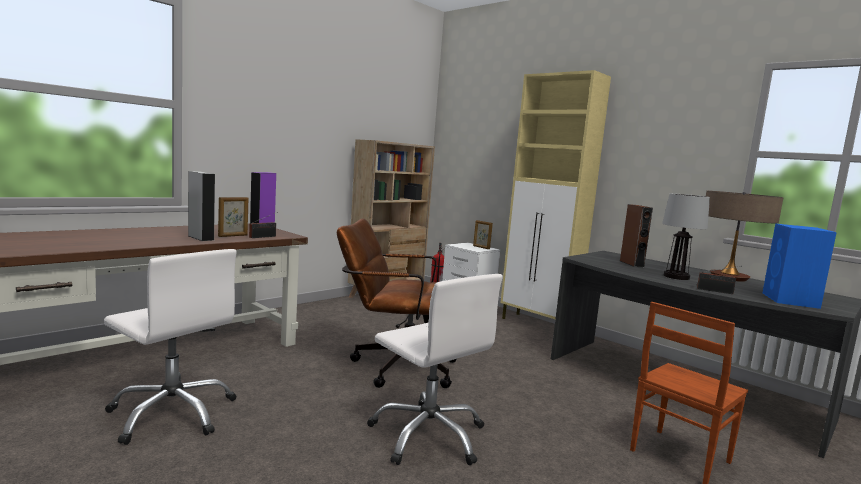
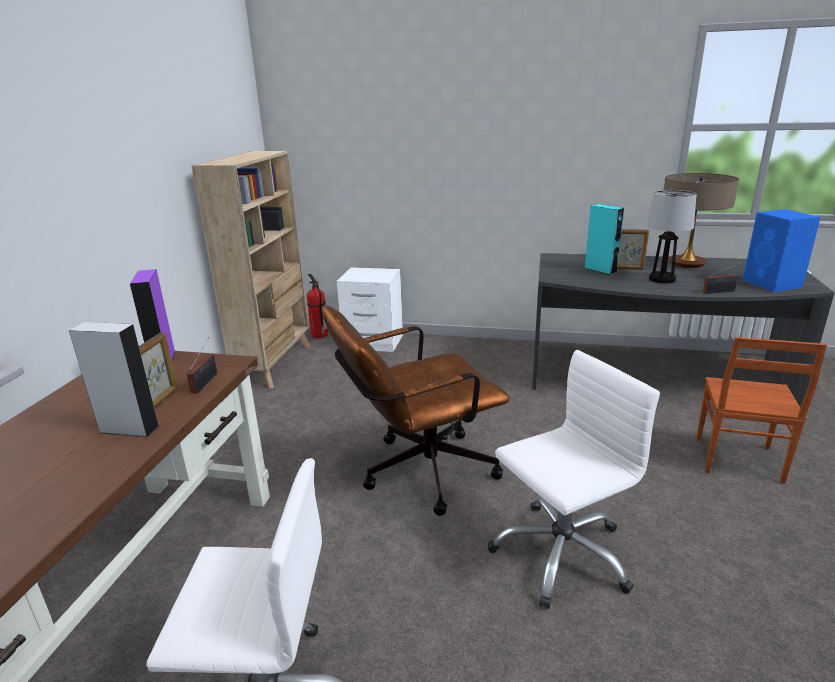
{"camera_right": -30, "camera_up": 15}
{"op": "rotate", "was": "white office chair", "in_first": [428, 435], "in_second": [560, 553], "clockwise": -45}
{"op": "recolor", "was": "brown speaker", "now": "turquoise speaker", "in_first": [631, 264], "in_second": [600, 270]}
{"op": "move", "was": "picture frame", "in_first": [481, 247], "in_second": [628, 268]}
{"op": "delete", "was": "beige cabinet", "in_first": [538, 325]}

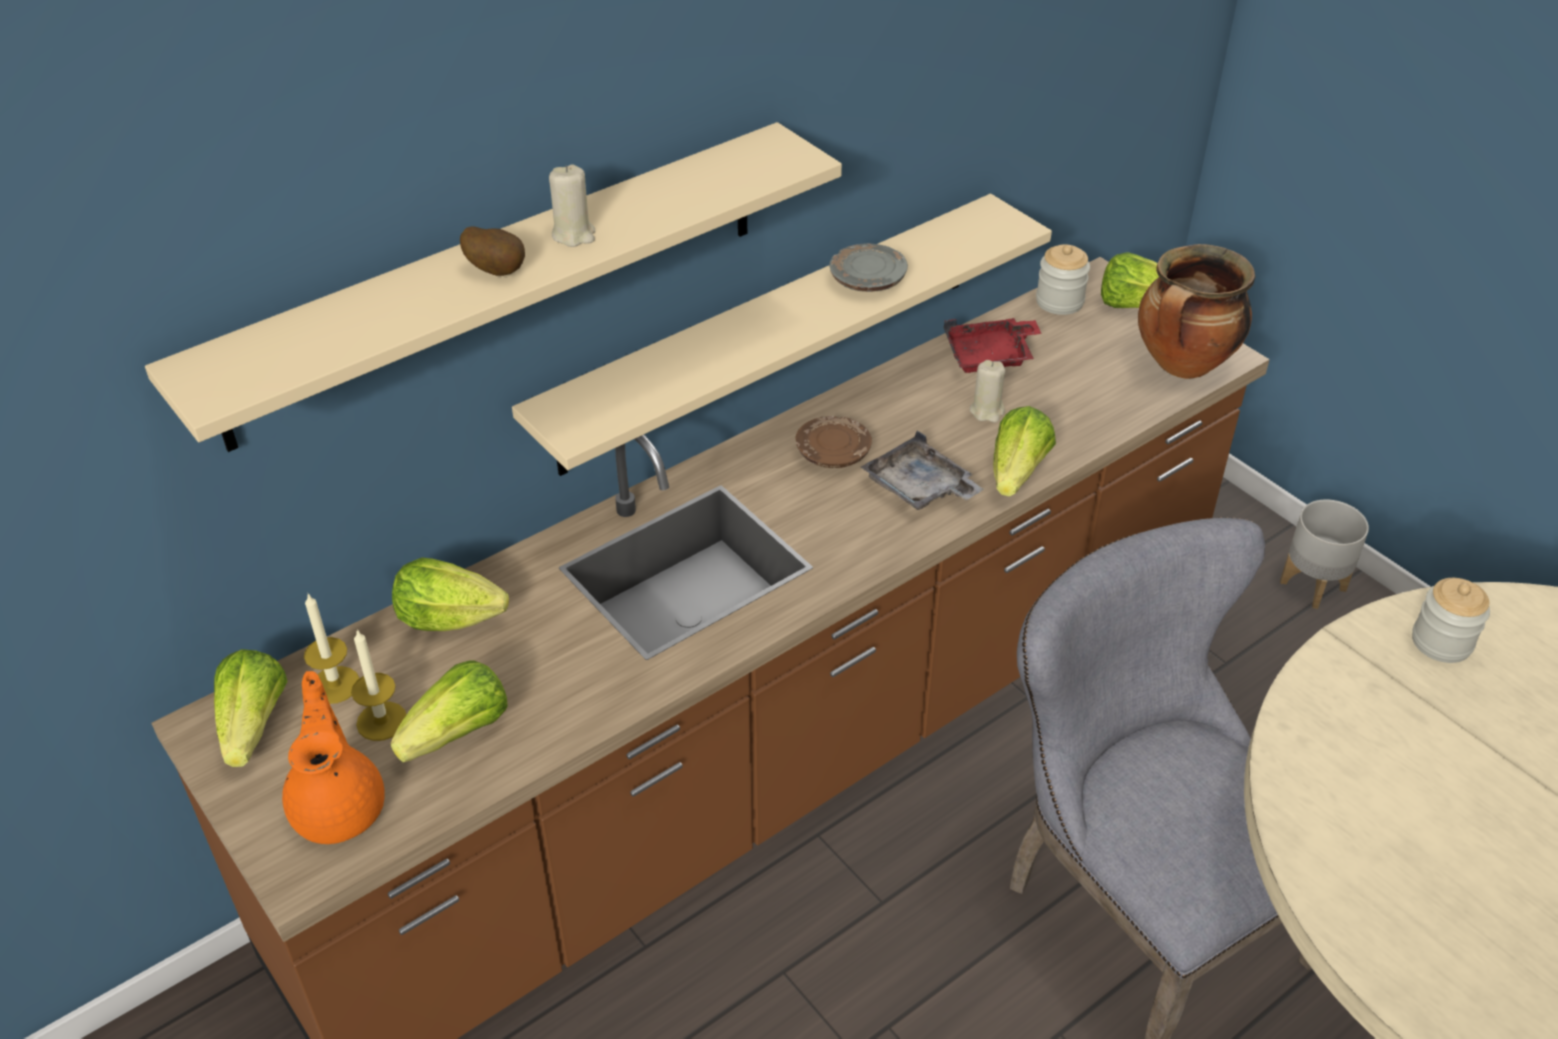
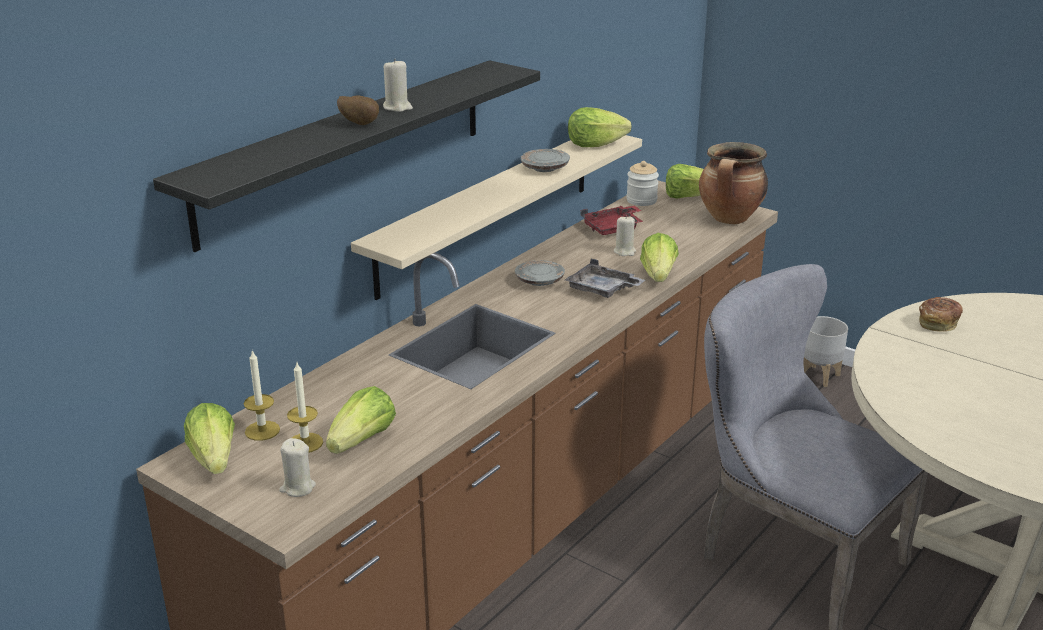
{"camera_right": -15, "camera_up": -15}
{"op": "recolor", "was": "beige shelf", "now": "black shelf", "in_first": [500, 282], "in_second": [347, 149]}
{"op": "replace", "was": "orange teapot", "now": "beige candle", "in_first": [340, 806], "in_second": [297, 488]}
{"op": "recolor", "was": "brown plate", "now": "grey plate", "in_first": [832, 453], "in_second": [539, 281]}
{"op": "move", "was": "lettuce", "in_first": [449, 618], "in_second": [594, 145]}
{"op": "replace", "was": "jar", "now": "bread", "in_first": [1441, 642], "in_second": [938, 324]}

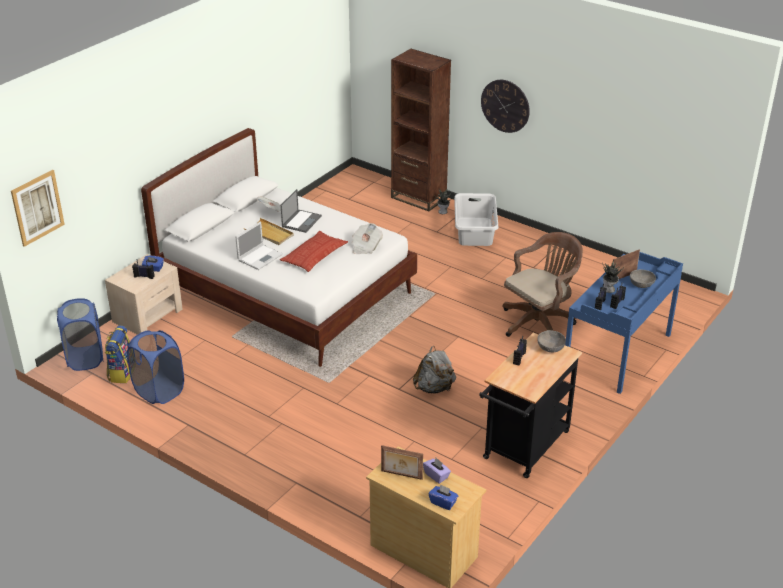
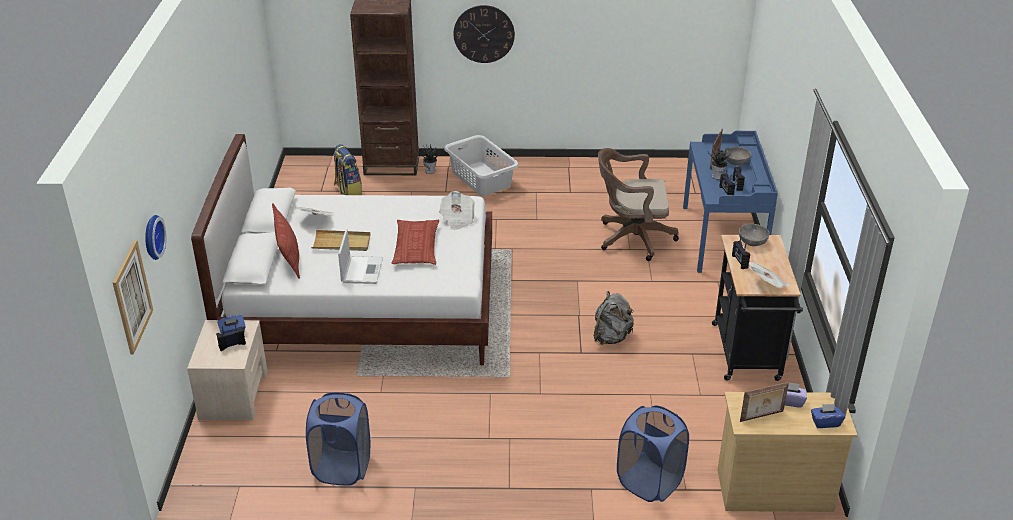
{"camera_right": -35, "camera_up": 0}
{"op": "insert", "now": "wall clock", "in_second": [151, 237]}
{"op": "insert", "now": "pillow", "in_second": [289, 257]}
{"op": "move", "was": "backpack", "in_first": [121, 372], "in_second": [347, 190]}
{"op": "rotate", "was": "brown office chair", "in_first": [540, 322], "in_second": [631, 238], "clockwise": -105}
{"op": "move", "was": "blue laundry basket", "in_first": [85, 358], "in_second": [649, 482]}
{"op": "insert", "now": "newspaper", "in_second": [767, 285]}
{"op": "delete", "was": "laptop", "in_first": [301, 221]}

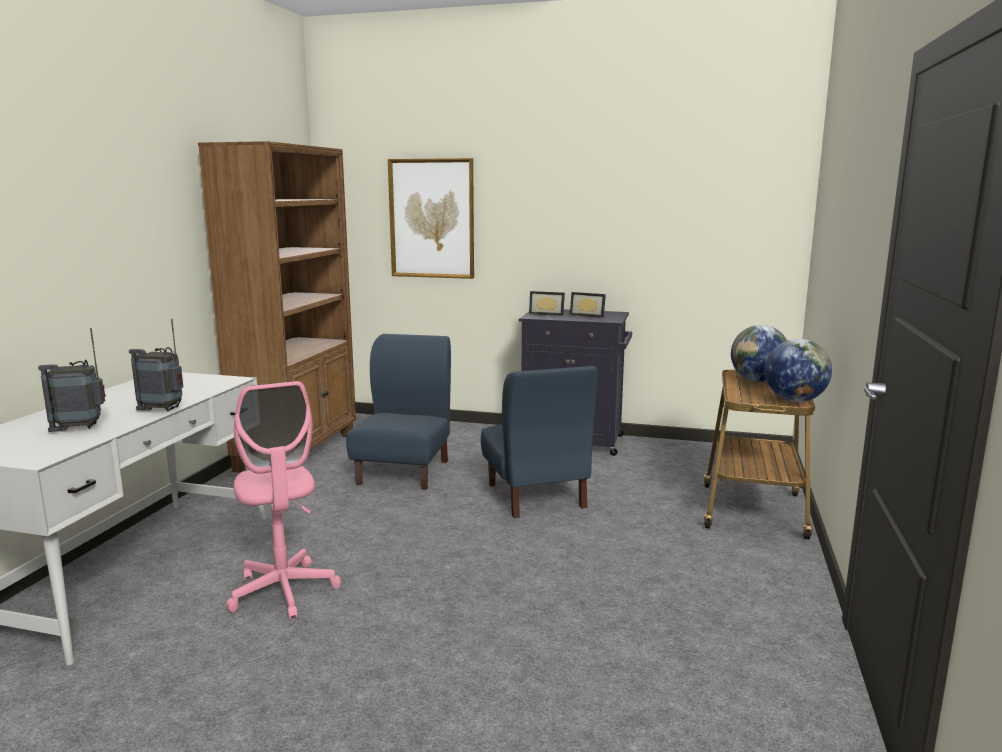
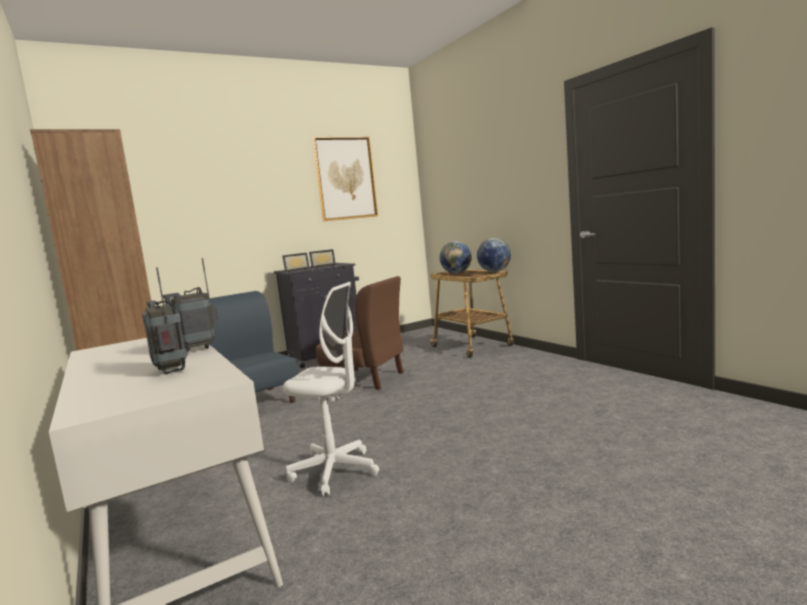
{"camera_right": -45, "camera_up": -5}
{"op": "rotate", "was": "radio", "in_first": [80, 428], "in_second": [171, 371], "clockwise": 120}
{"op": "recolor", "was": "pink office chair", "now": "white office chair", "in_first": [283, 592], "in_second": [335, 471]}
{"op": "move", "was": "picture", "in_first": [432, 218], "in_second": [345, 178]}
{"op": "recolor", "was": "blue chair", "now": "brown chair", "in_first": [536, 496], "in_second": [366, 379]}

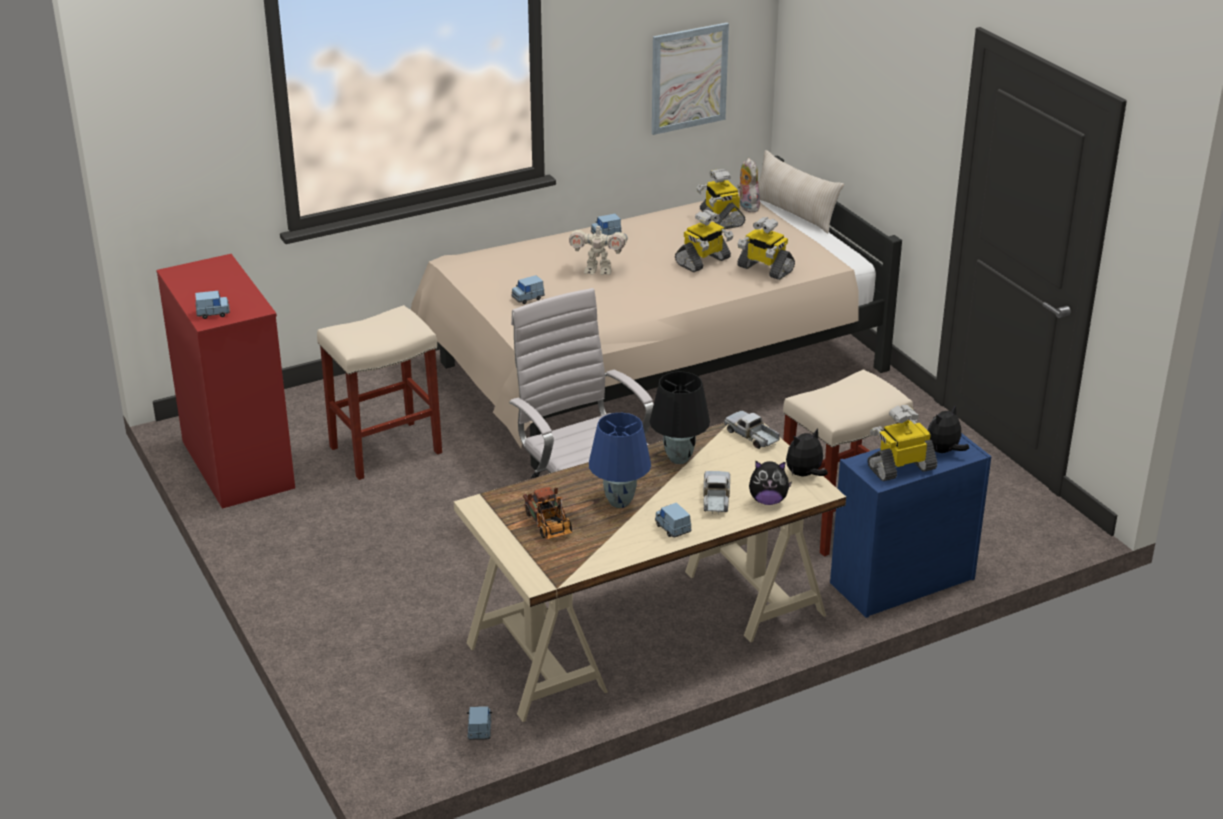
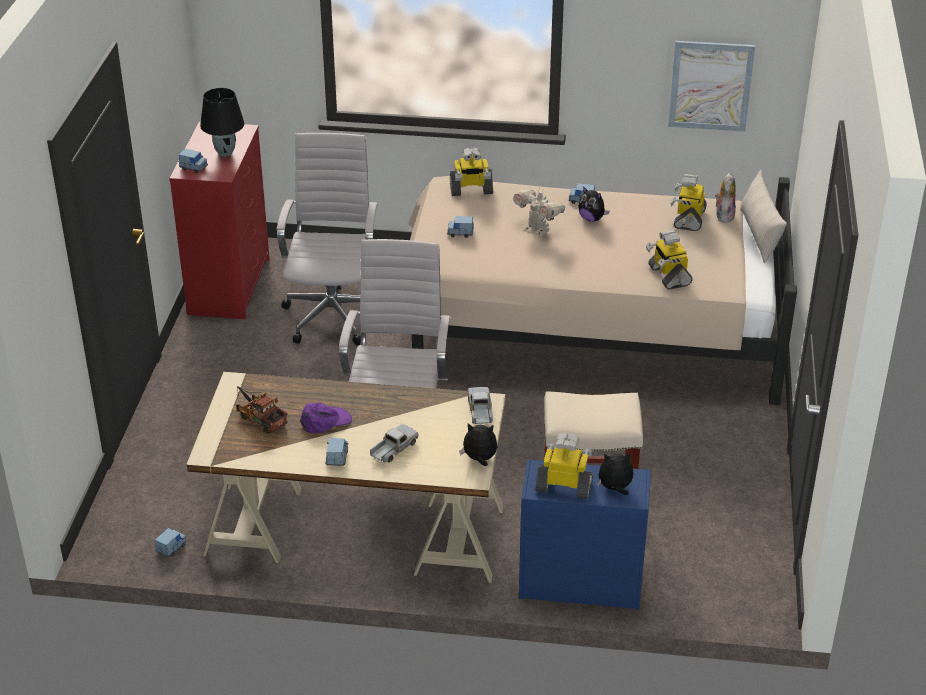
{"camera_right": 35, "camera_up": 5}
{"op": "move", "was": "black table lamp", "in_first": [678, 458], "in_second": [225, 152]}
{"op": "rotate", "was": "toy truck", "in_first": [549, 526], "in_second": [259, 418], "clockwise": 120}
{"op": "replace", "was": "beige stool", "now": "white office chair", "in_first": [386, 449], "in_second": [333, 314]}
{"op": "replace", "was": "blue table lamp", "now": "purple cap", "in_first": [619, 502], "in_second": [325, 421]}
{"op": "move", "was": "toy robot", "in_first": [703, 261], "in_second": [471, 190]}
{"op": "move", "was": "plush toy", "in_first": [768, 501], "in_second": [591, 219]}

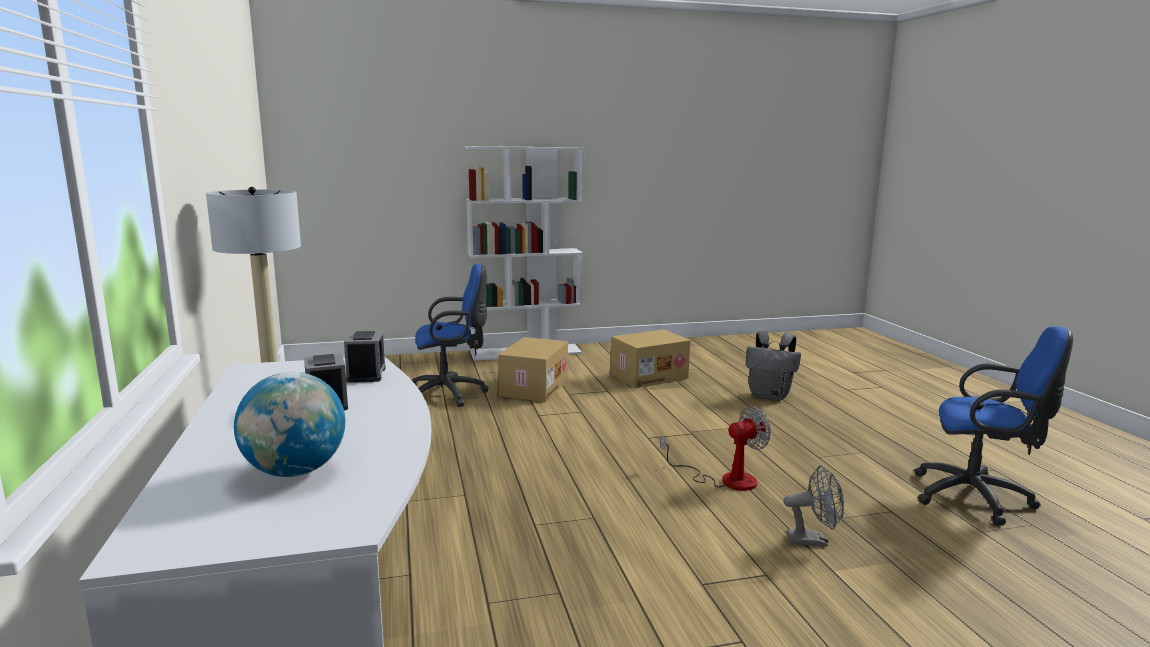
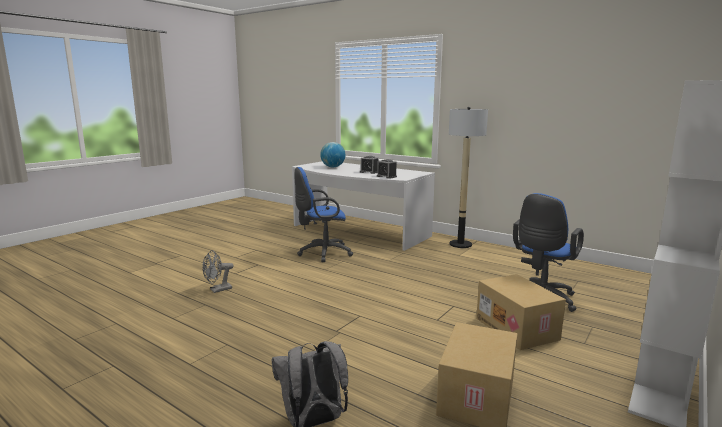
{"camera_right": 140, "camera_up": 0}
{"op": "move", "was": "blue office chair", "in_first": [978, 498], "in_second": [322, 253]}
{"op": "delete", "was": "fan", "in_first": [725, 479]}

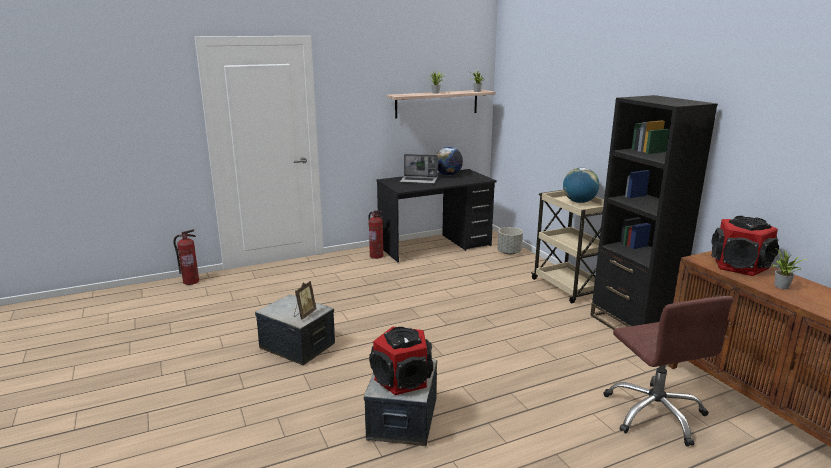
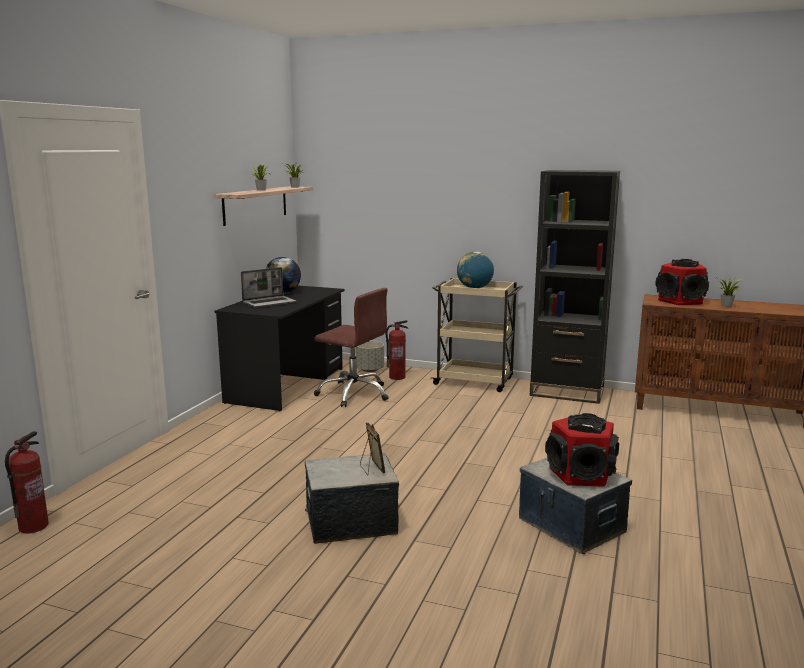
{"camera_right": -45, "camera_up": -5}
{"op": "move", "was": "brown office chair", "in_first": [655, 413], "in_second": [354, 393]}
{"op": "move", "was": "fire extinguisher", "in_first": [376, 256], "in_second": [397, 377]}

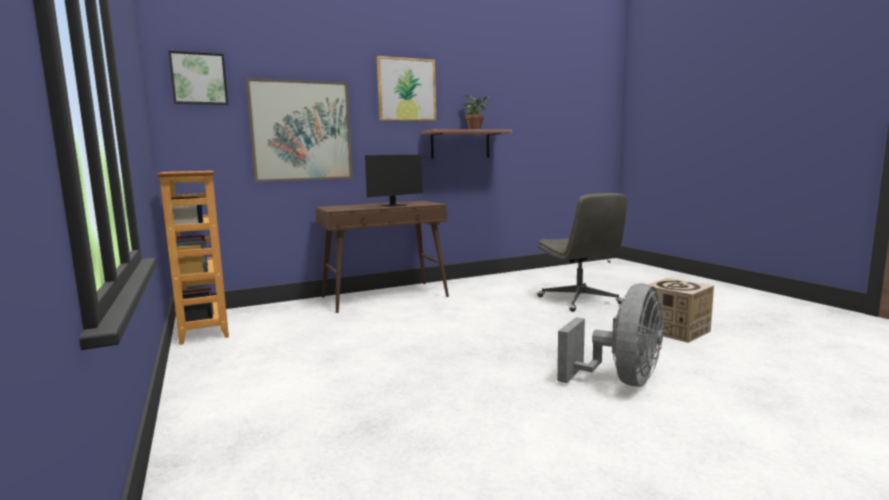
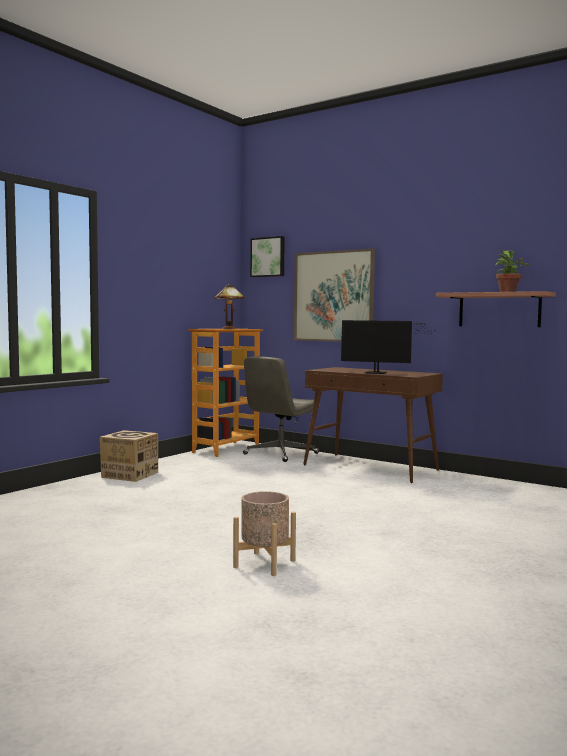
{"camera_right": 60, "camera_up": -5}
{"op": "move", "was": "cardboard box", "in_first": [675, 331], "in_second": [129, 475]}
{"op": "insert", "now": "table lamp", "in_second": [230, 328]}
{"op": "replace", "was": "grey fan", "now": "beige planter", "in_first": [621, 381], "in_second": [264, 563]}
{"op": "move", "was": "grey office chair", "in_first": [580, 300], "in_second": [280, 454]}
{"op": "delete", "was": "picture", "in_first": [406, 90]}

